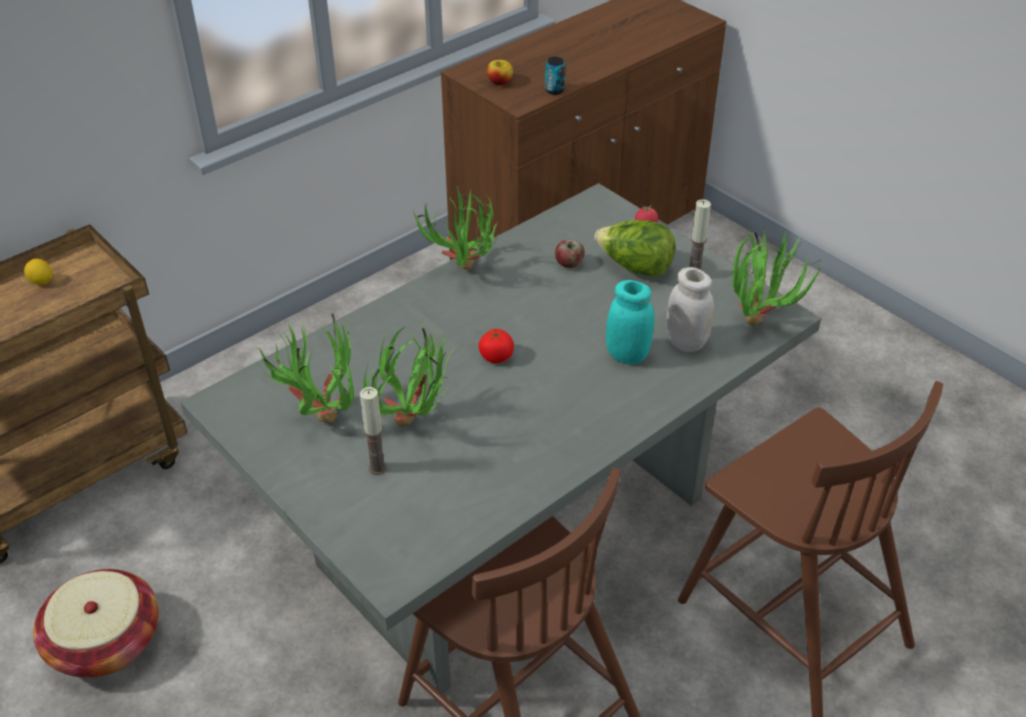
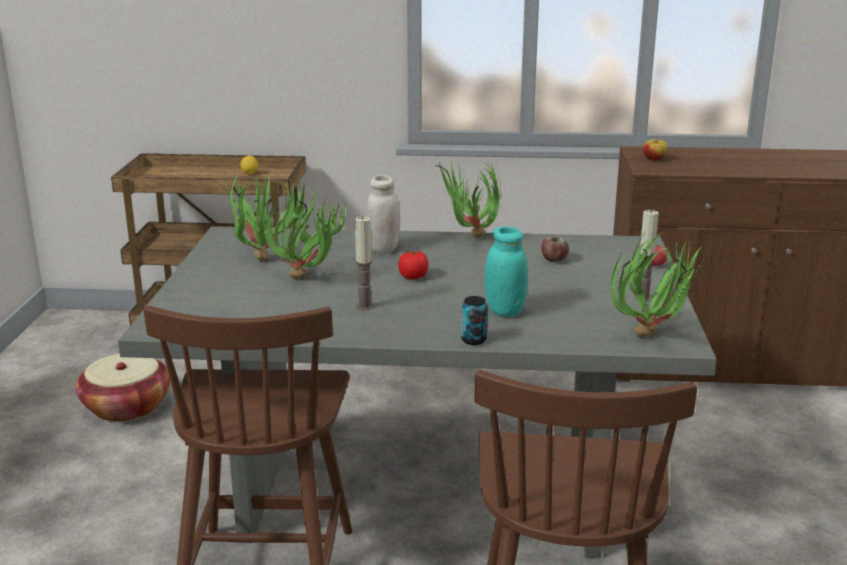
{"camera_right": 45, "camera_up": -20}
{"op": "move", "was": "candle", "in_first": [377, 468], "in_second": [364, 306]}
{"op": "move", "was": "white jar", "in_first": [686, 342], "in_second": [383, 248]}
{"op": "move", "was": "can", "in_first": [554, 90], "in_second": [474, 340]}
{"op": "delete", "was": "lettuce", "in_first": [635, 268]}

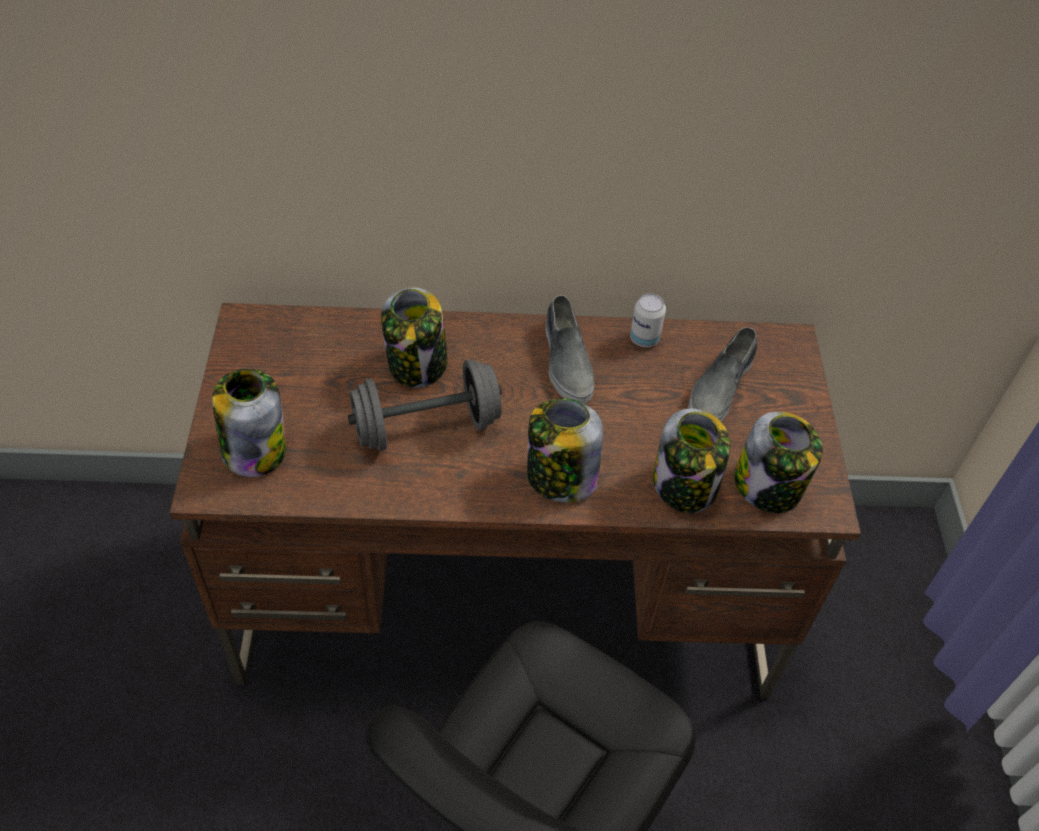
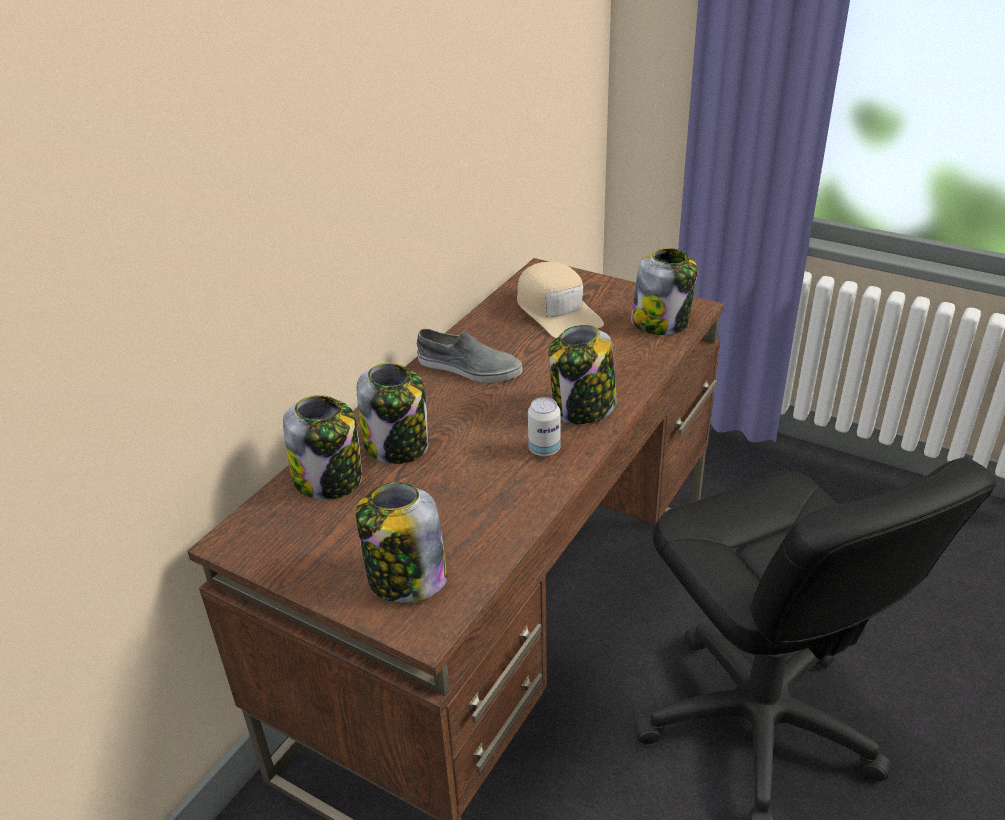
{"camera_right": -55, "camera_up": -15}
{"op": "move", "was": "jar", "in_first": [685, 485], "in_second": [329, 480]}
{"op": "replace", "was": "grey shoe", "now": "beige cap", "in_first": [719, 387], "in_second": [557, 311]}
{"op": "move", "was": "can", "in_first": [644, 339], "in_second": [544, 449]}
{"op": "delete", "was": "grey dumbbell", "in_first": [426, 427]}

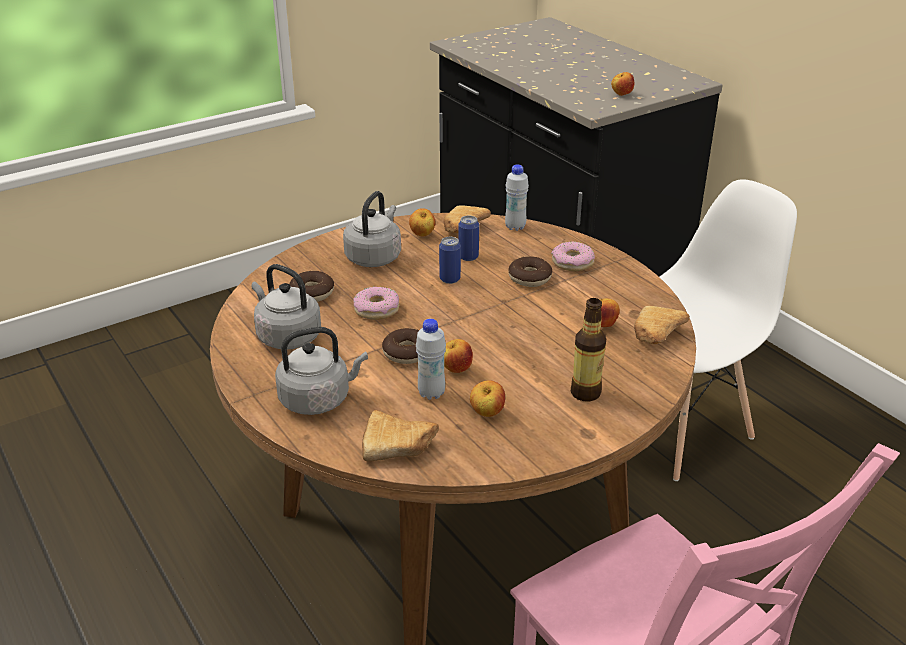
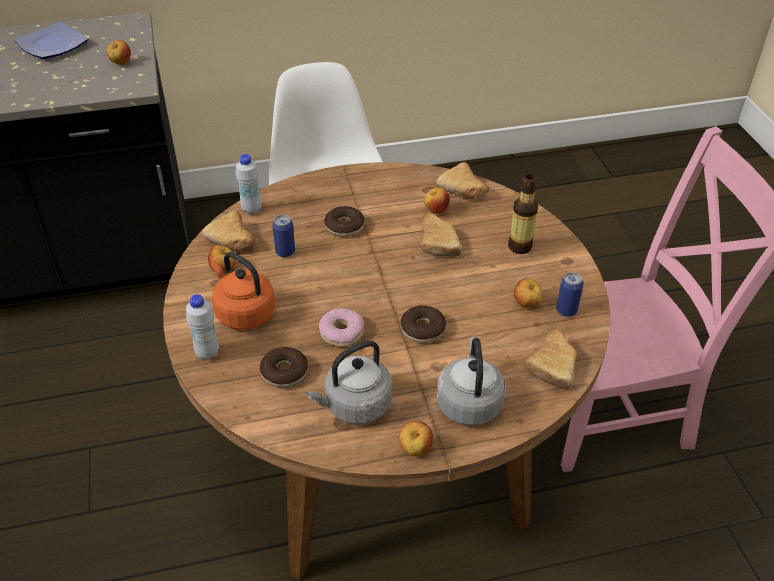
{"camera_right": -70, "camera_up": 10}
{"op": "insert", "now": "plate", "in_second": [53, 45]}
{"op": "move", "was": "white bottle", "in_first": [431, 393], "in_second": [207, 353]}
{"op": "recolor", "was": "grey kettle", "now": "orange kettle", "in_first": [374, 257], "in_second": [243, 312]}
{"op": "move", "was": "apple", "in_first": [456, 369], "in_second": [415, 450]}
{"op": "insert", "now": "bread", "in_second": [437, 242]}
{"op": "move", "was": "can", "in_first": [450, 279], "in_second": [566, 310]}
{"op": "delete", "was": "donut", "in_first": [572, 262]}

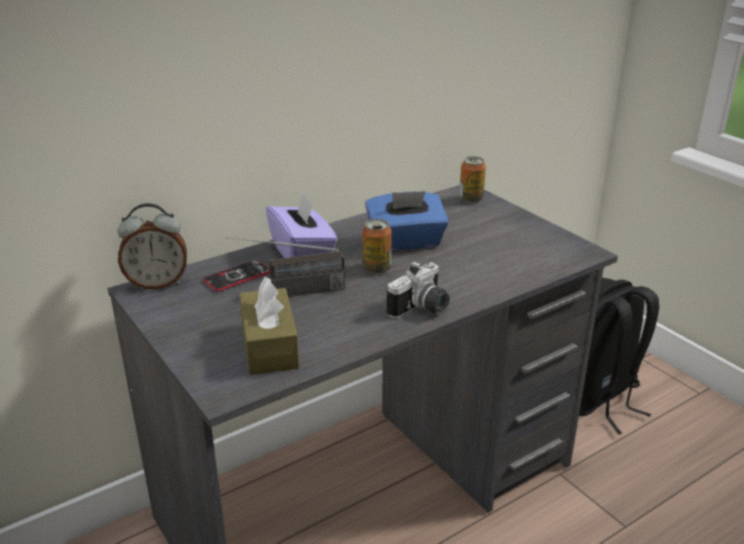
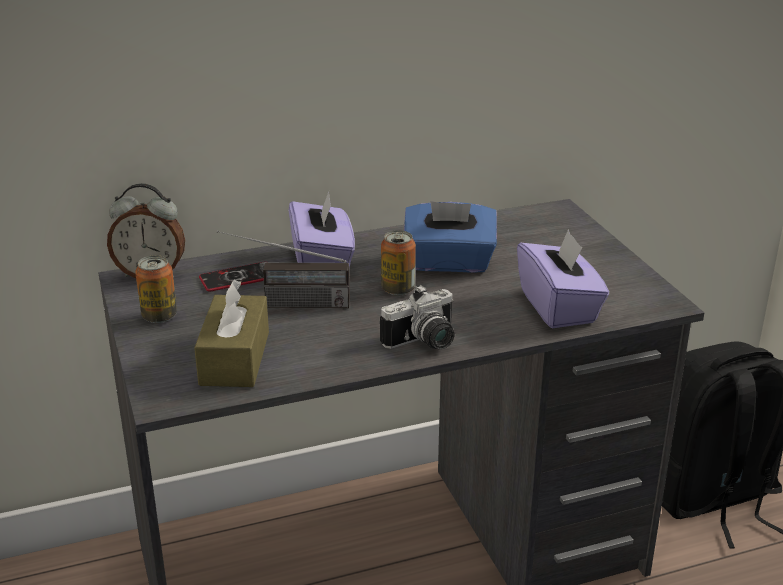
{"camera_right": 15, "camera_up": 0}
{"op": "move", "was": "can", "in_first": [471, 199], "in_second": [159, 316]}
{"op": "insert", "now": "purple tissue box", "in_second": [559, 307]}

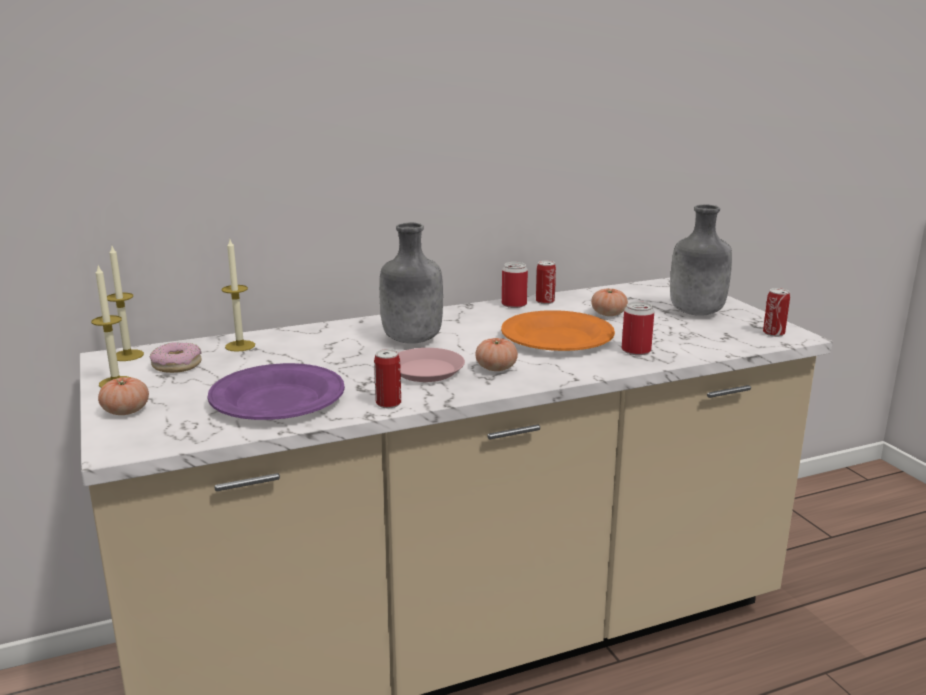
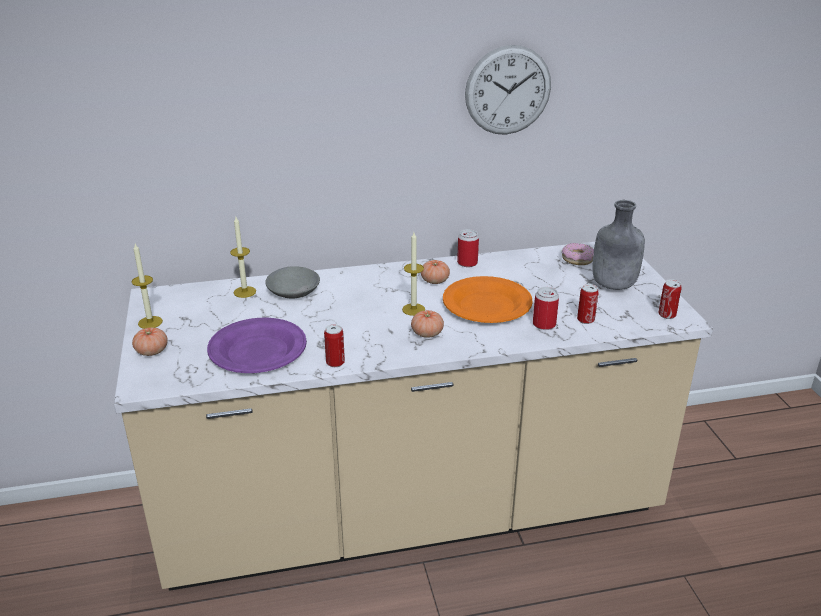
{"camera_right": 10, "camera_up": 10}
{"op": "insert", "now": "grey bowl", "in_second": [294, 292]}
{"op": "move", "was": "candle", "in_first": [128, 355], "in_second": [413, 309]}
{"op": "move", "was": "tomato", "in_first": [608, 314], "in_second": [435, 281]}
{"op": "insert", "now": "wall clock", "in_second": [508, 90]}
{"op": "move", "was": "donut", "in_first": [177, 365], "in_second": [577, 259]}
{"op": "move", "was": "can", "in_first": [545, 301], "in_second": [585, 320]}
{"op": "delete", "was": "grey bottle", "in_first": [411, 340]}
{"op": "delete", "was": "pink plate", "in_first": [426, 371]}

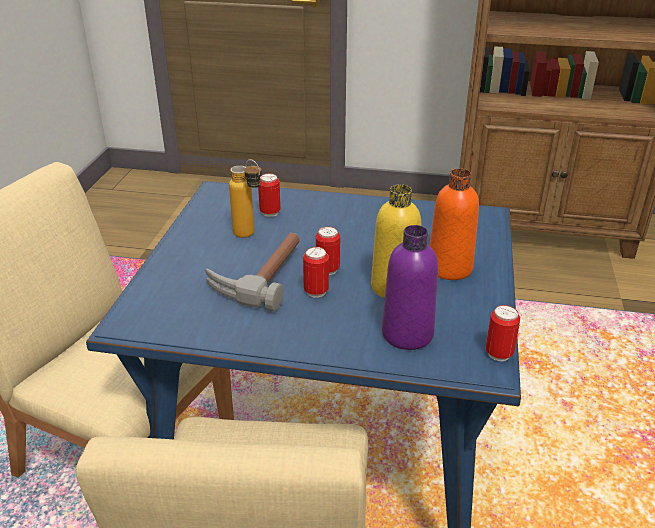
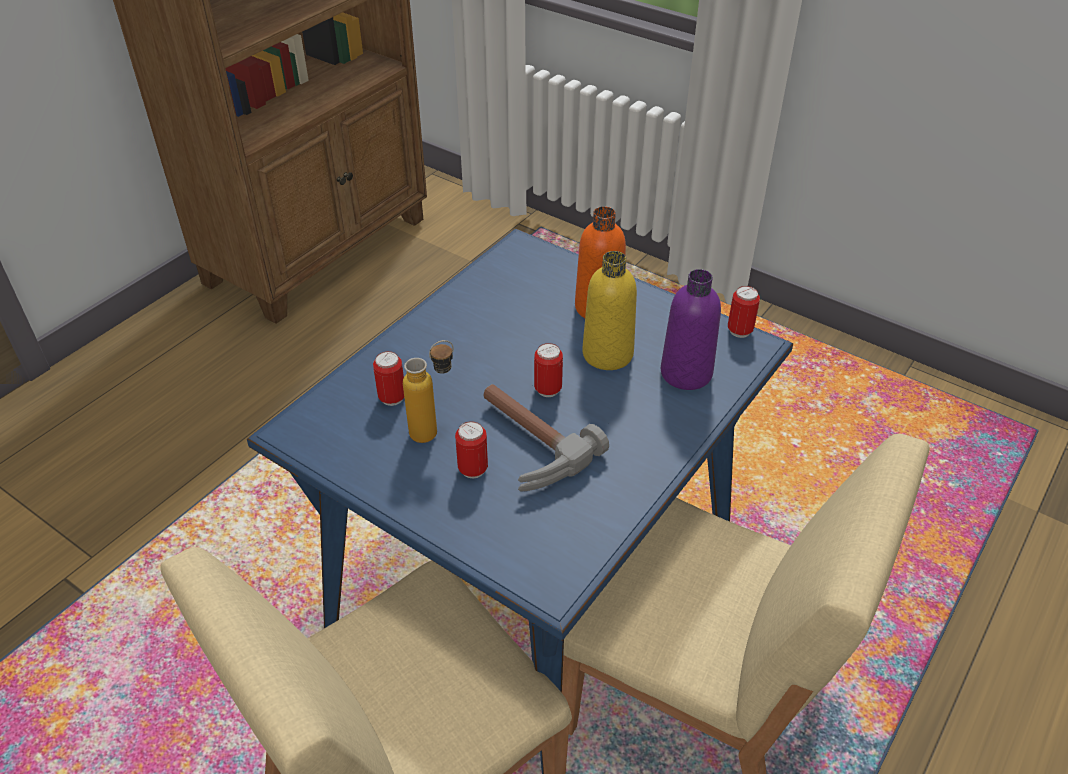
{"camera_right": -65, "camera_up": 10}
{"op": "move", "was": "can", "in_first": [316, 291], "in_second": [473, 469]}

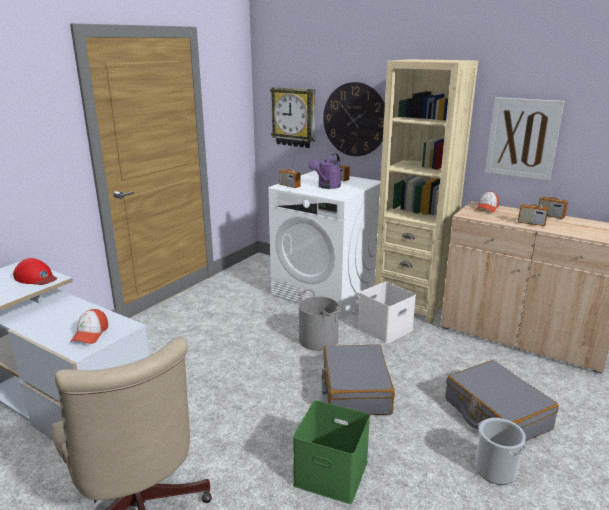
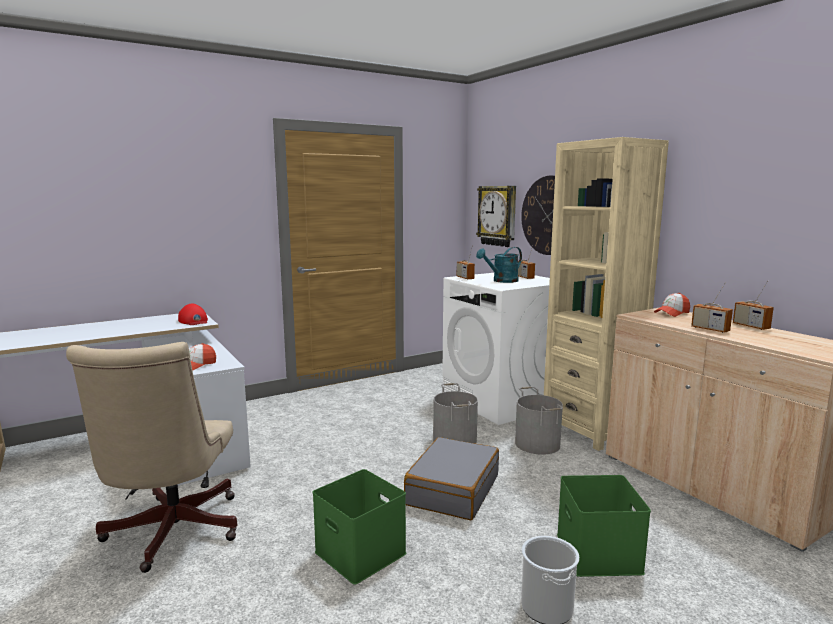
{"camera_right": 25, "camera_up": -10}
{"op": "recolor", "was": "purple watering can", "now": "turquoise watering can", "in_first": [327, 187], "in_second": [501, 281]}
{"op": "replace", "was": "white storage box", "now": "grey bucket", "in_first": [385, 328], "in_second": [538, 444]}
{"op": "replace", "was": "grey suitcase", "now": "green storage box", "in_first": [496, 414], "in_second": [600, 554]}
{"op": "delete", "was": "picture", "in_first": [522, 138]}

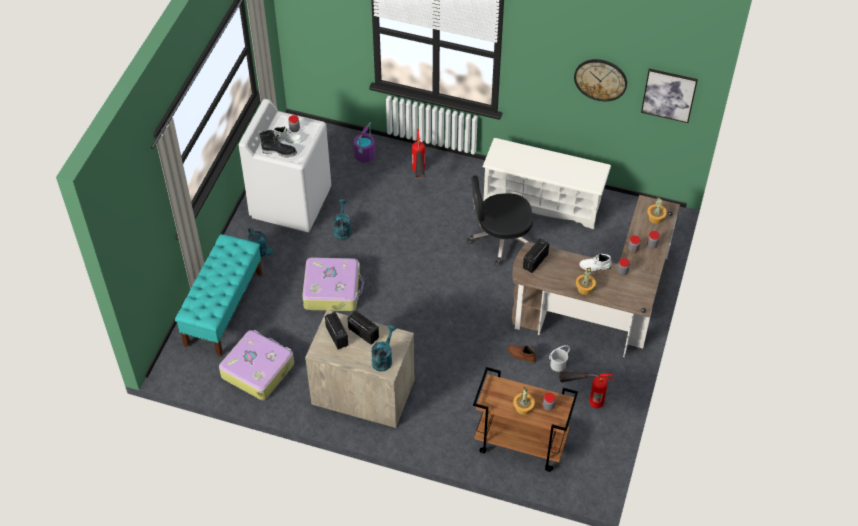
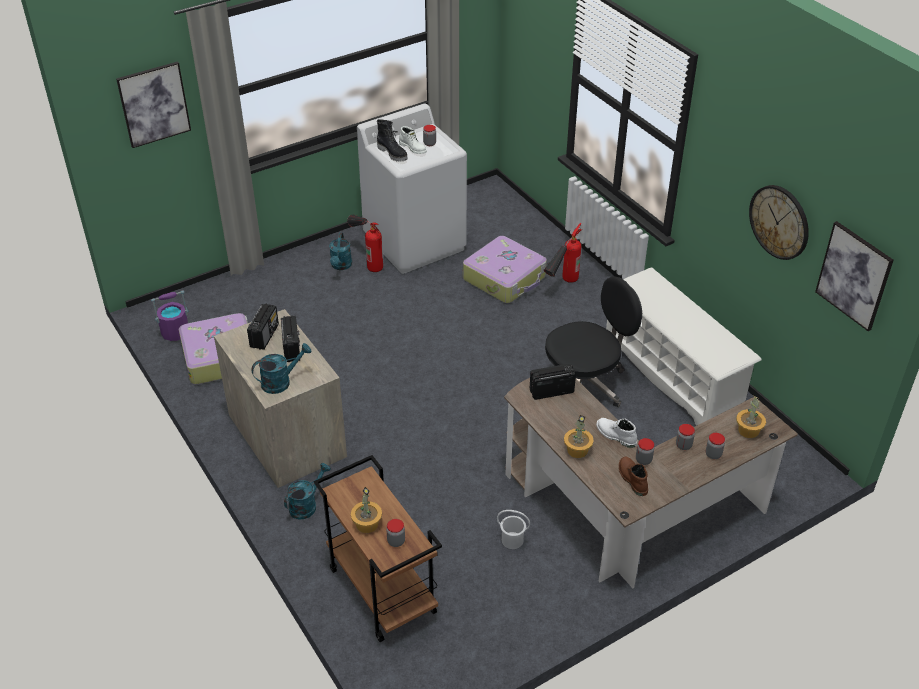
{"camera_right": 40, "camera_up": -10}
{"op": "insert", "now": "picture", "in_second": [154, 104]}
{"op": "move", "was": "purple bucket", "in_first": [364, 155], "in_second": [175, 332]}
{"op": "move", "was": "turquoise watering can", "in_first": [342, 229], "in_second": [306, 505]}
{"op": "move", "was": "fire extinguisher", "in_first": [582, 399], "in_second": [367, 259]}
{"op": "move", "was": "suitcase", "in_first": [332, 289], "in_second": [505, 278]}
{"op": "rotate", "was": "black office chair", "in_first": [500, 239], "in_second": [584, 384], "clockwise": 120}
{"op": "move", "was": "brown boot", "in_first": [521, 356], "in_second": [632, 479]}
{"op": "delete", "was": "turquoise bench", "in_first": [224, 309]}

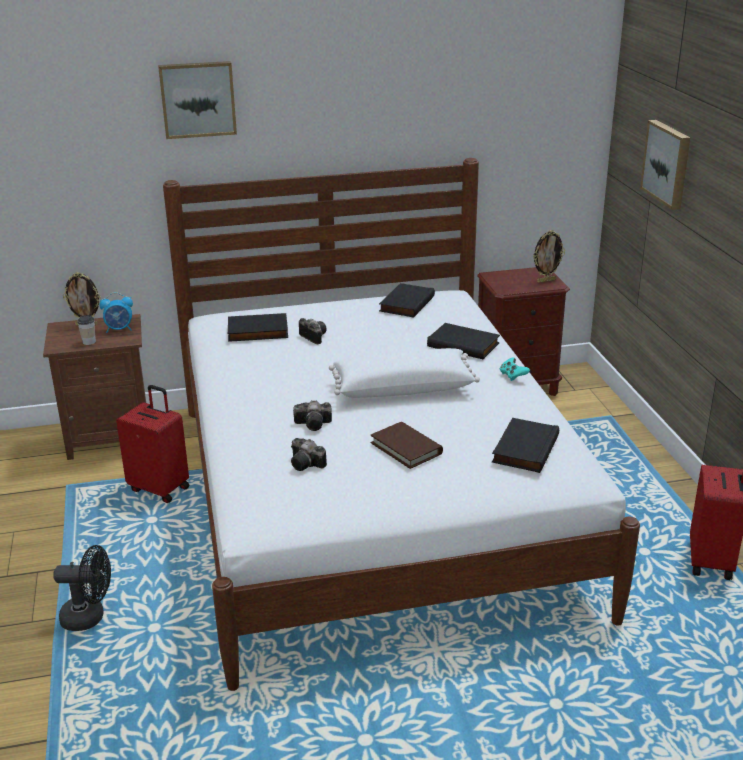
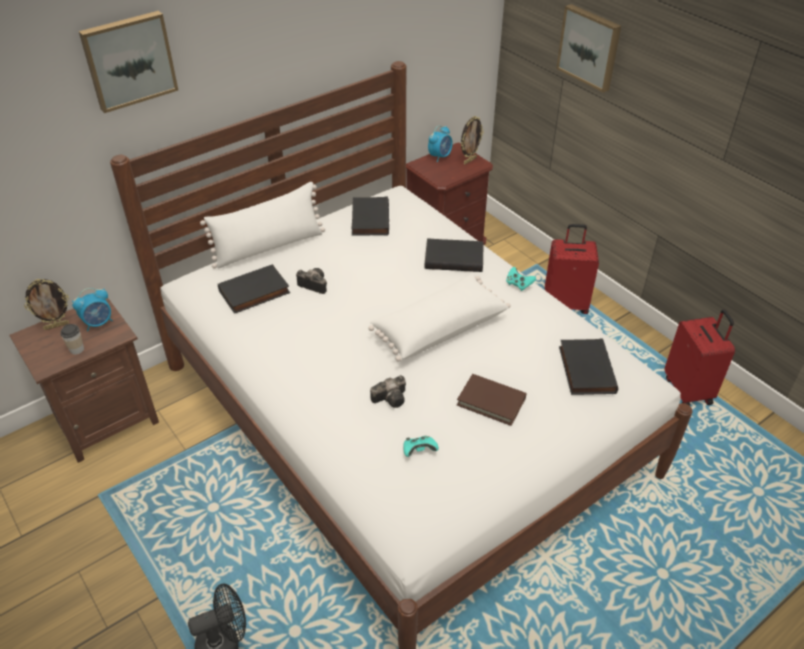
{"camera_right": -25, "camera_up": 15}
{"op": "insert", "now": "white pillow", "in_second": [269, 247]}
{"op": "replace", "was": "photo camera", "now": "turquoise game controller", "in_first": [307, 464], "in_second": [419, 451]}
{"op": "insert", "now": "alarm clock", "in_second": [440, 156]}
{"op": "move", "was": "red suitcase", "in_first": [160, 488], "in_second": [565, 303]}

